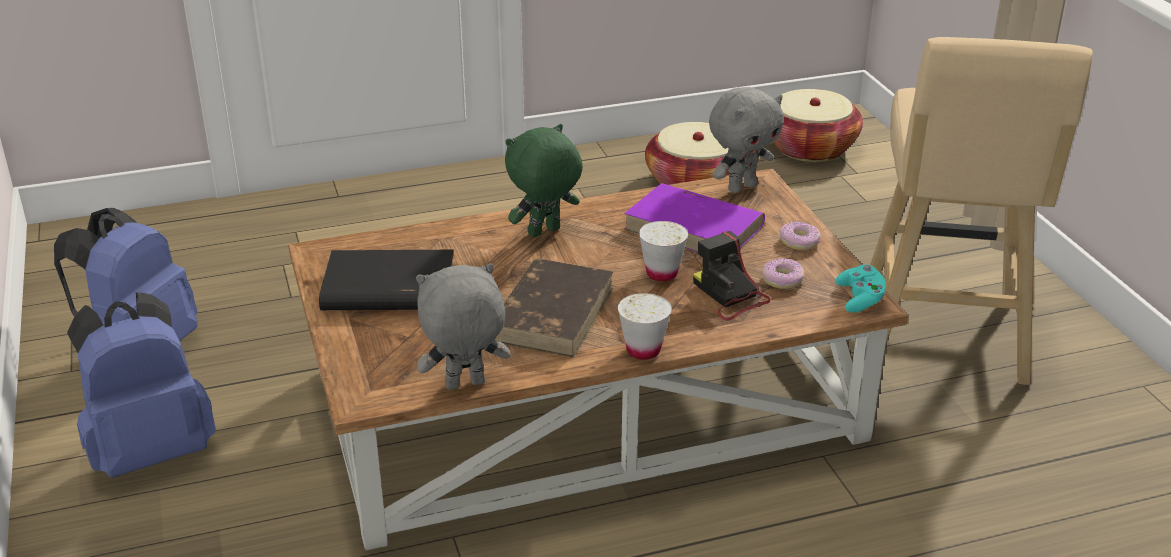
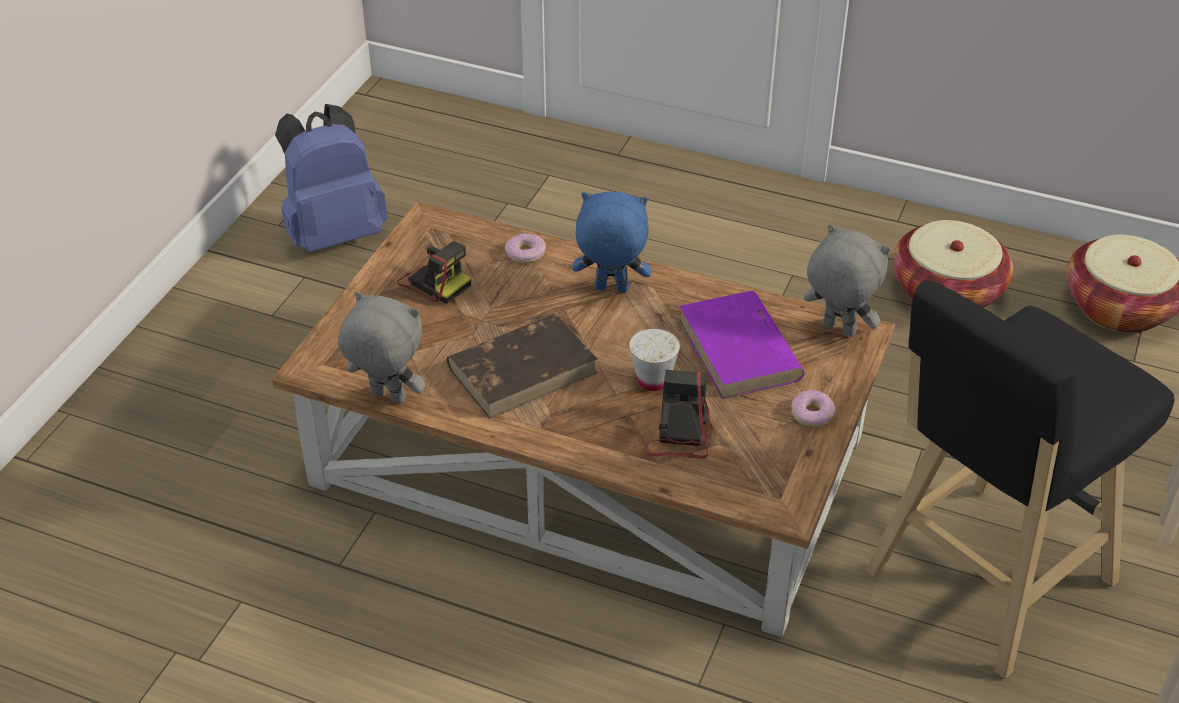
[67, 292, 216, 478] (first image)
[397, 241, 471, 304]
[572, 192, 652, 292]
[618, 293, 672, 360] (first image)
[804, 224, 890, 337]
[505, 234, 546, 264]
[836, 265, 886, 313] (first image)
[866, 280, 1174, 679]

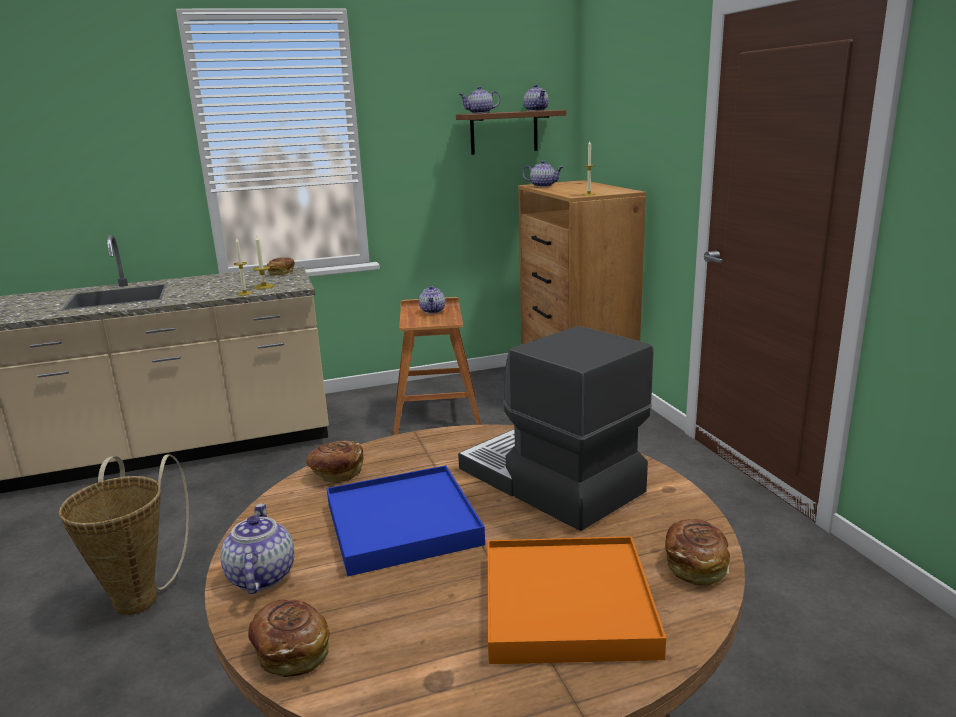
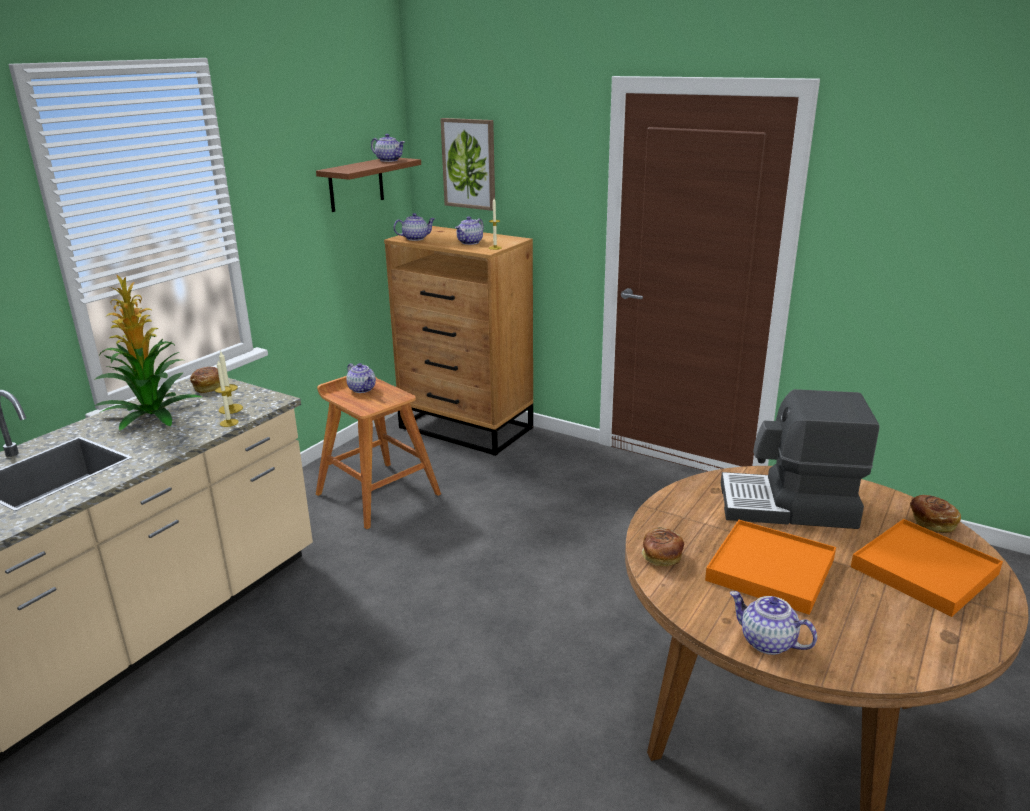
[59, 454, 189, 615] (first image)
[248, 599, 330, 677] (first image)
[705, 520, 836, 615]
[455, 216, 484, 245]
[94, 275, 202, 430]
[440, 118, 495, 211]

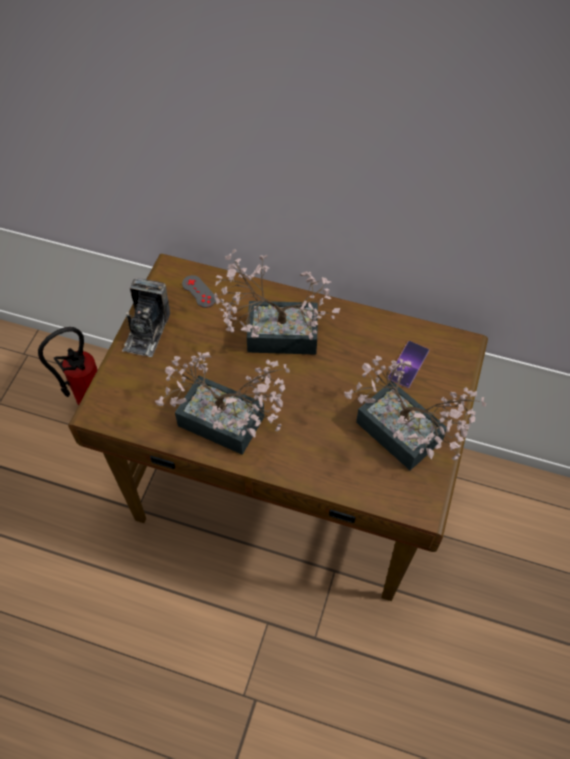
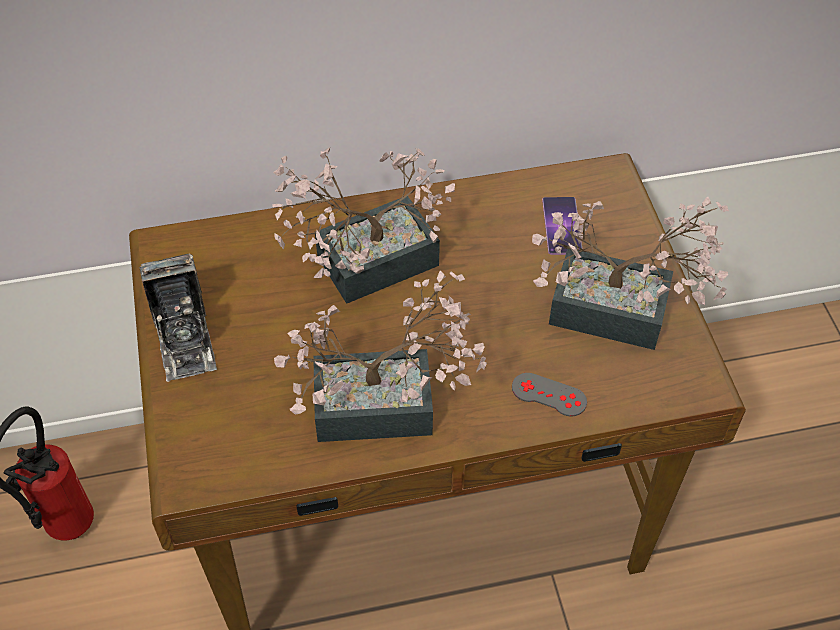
[512, 373, 587, 416]

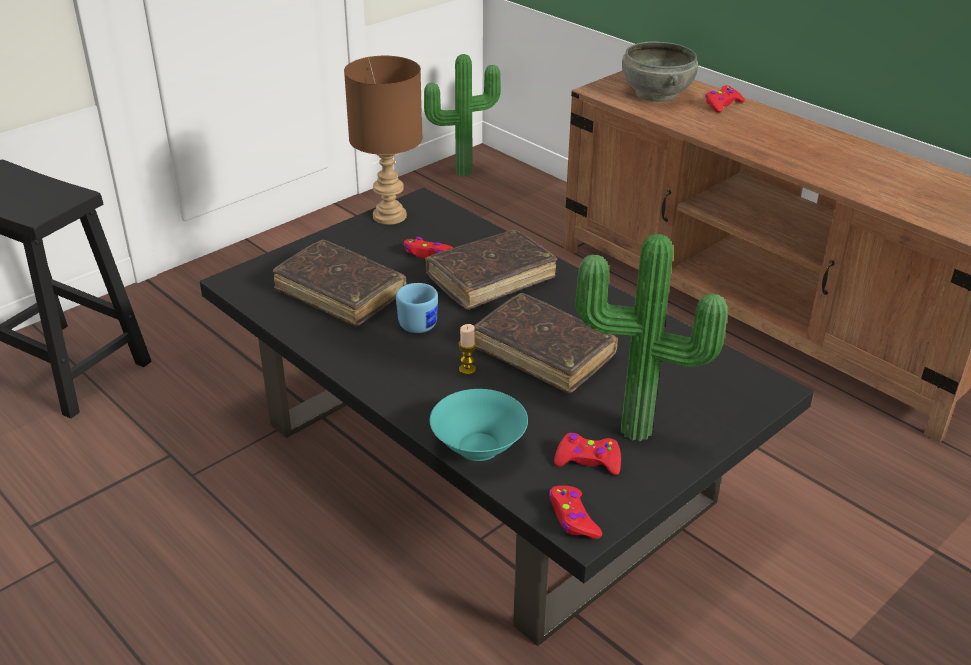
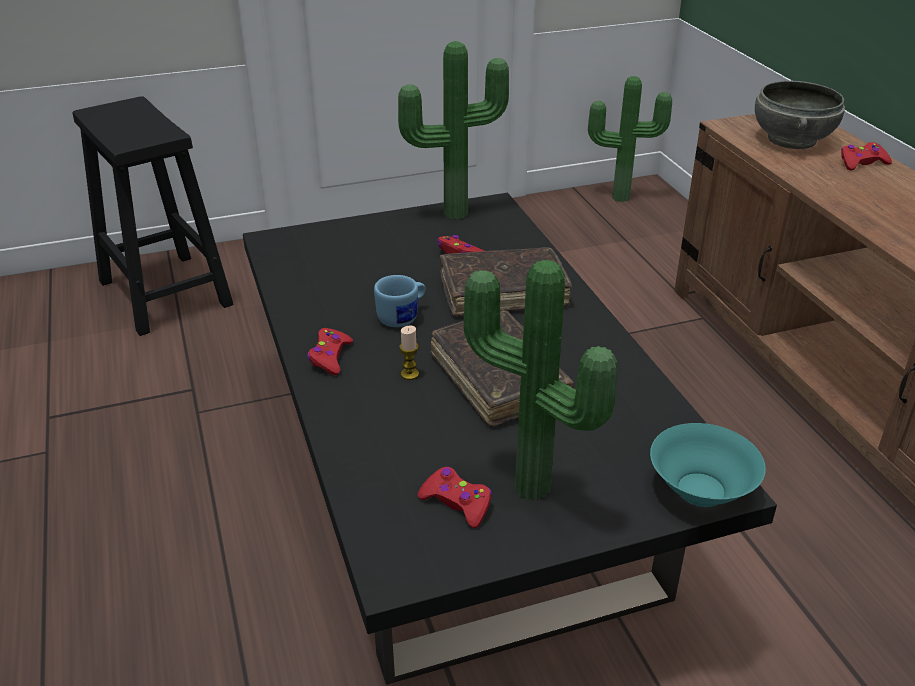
[273, 240, 406, 326] (first image)
[398, 41, 509, 220]
[650, 423, 766, 507]
[307, 328, 353, 375]

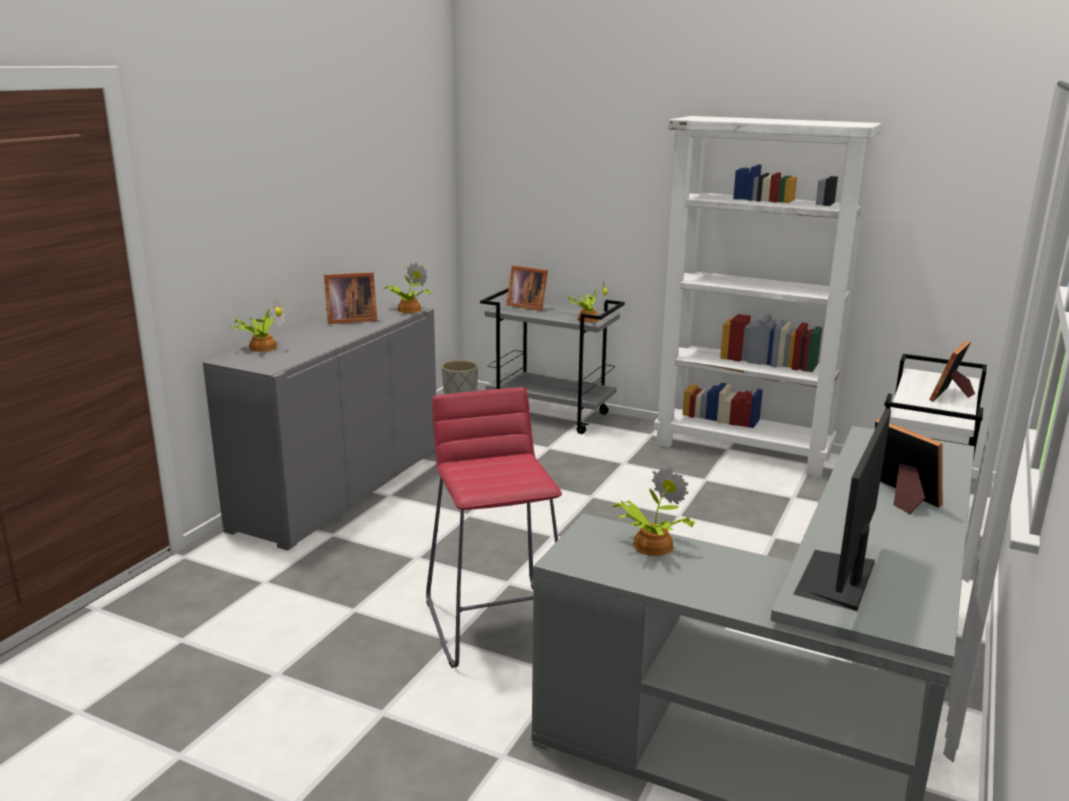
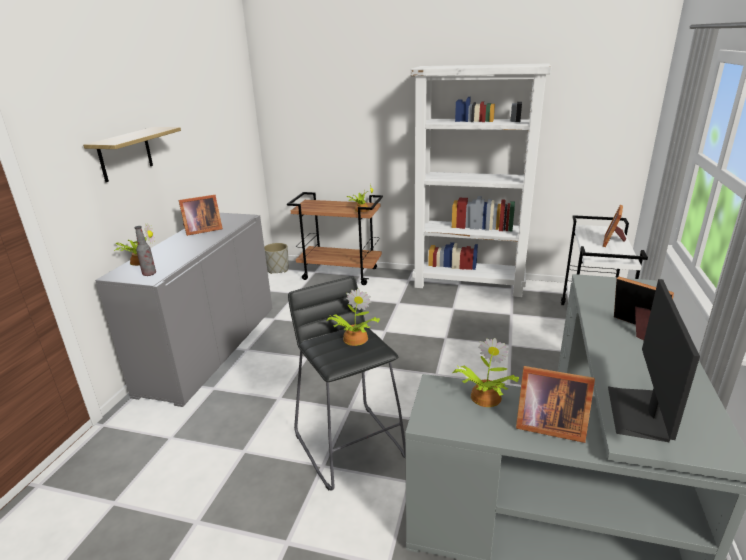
[326, 289, 380, 346]
[288, 276, 406, 490]
[287, 192, 383, 285]
[516, 366, 595, 443]
[83, 127, 181, 182]
[134, 226, 156, 276]

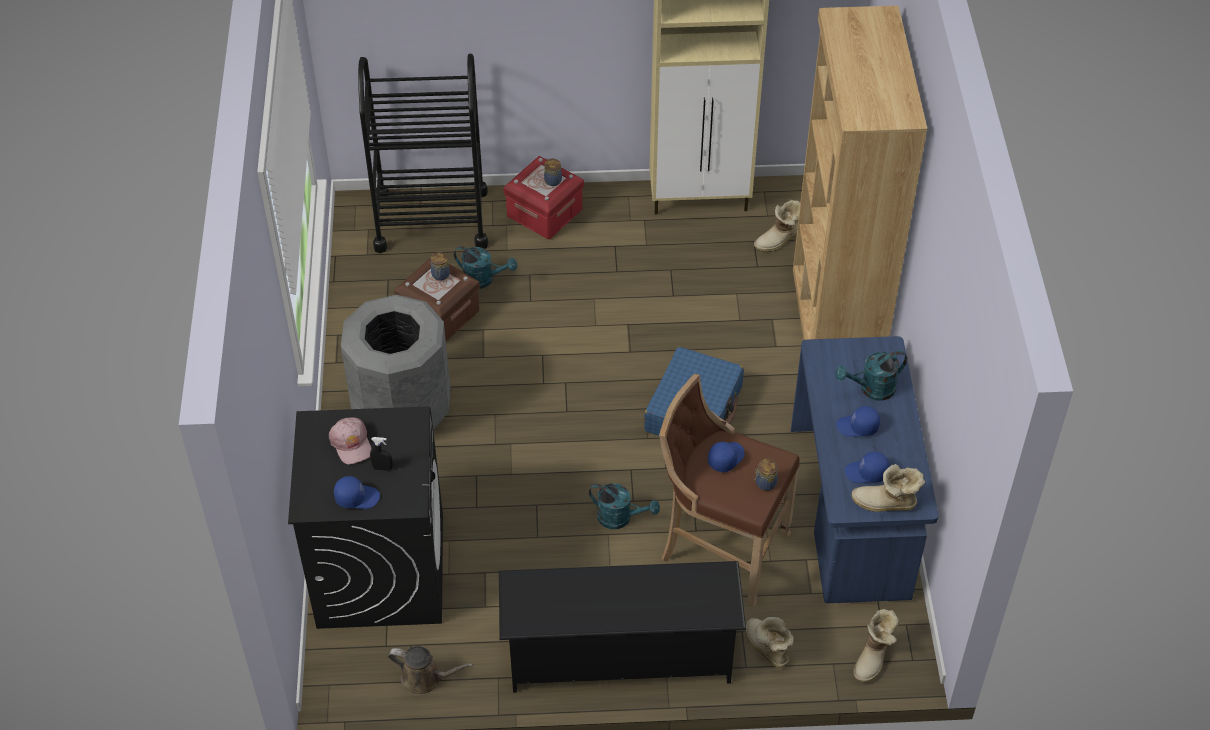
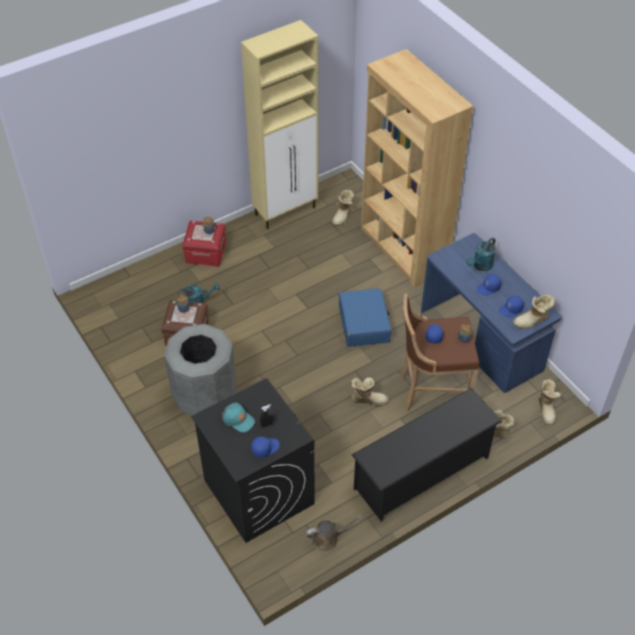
[222, 403, 255, 432]
[358, 54, 488, 253] (first image)
[351, 377, 389, 406]

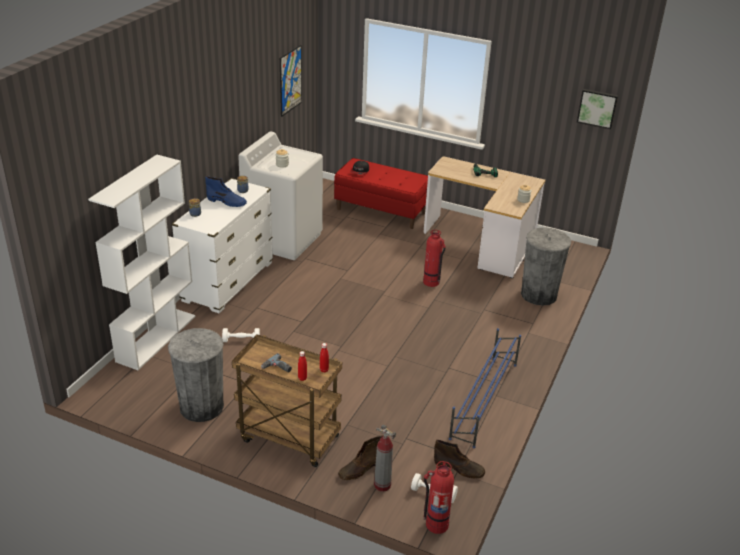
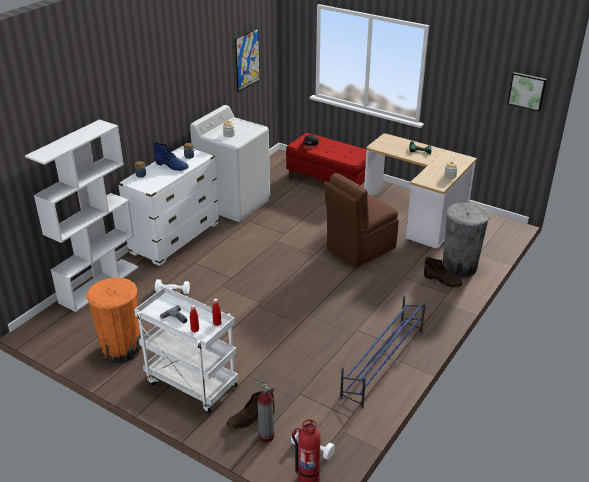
[86, 277, 142, 363]
[134, 286, 238, 414]
[324, 173, 399, 268]
[424, 257, 462, 287]

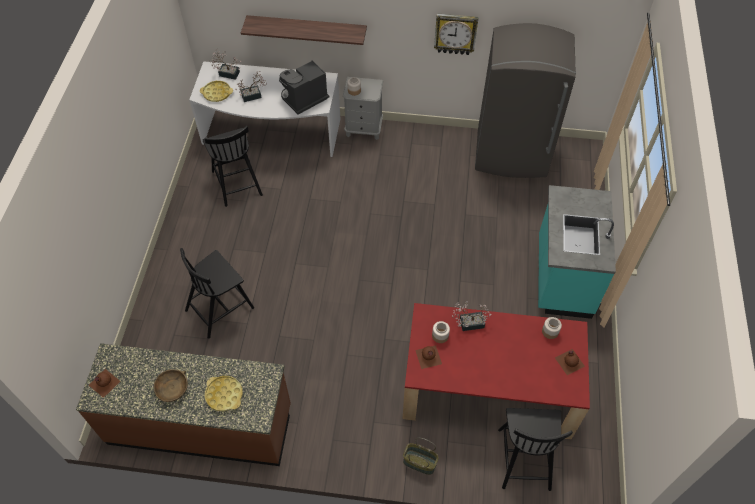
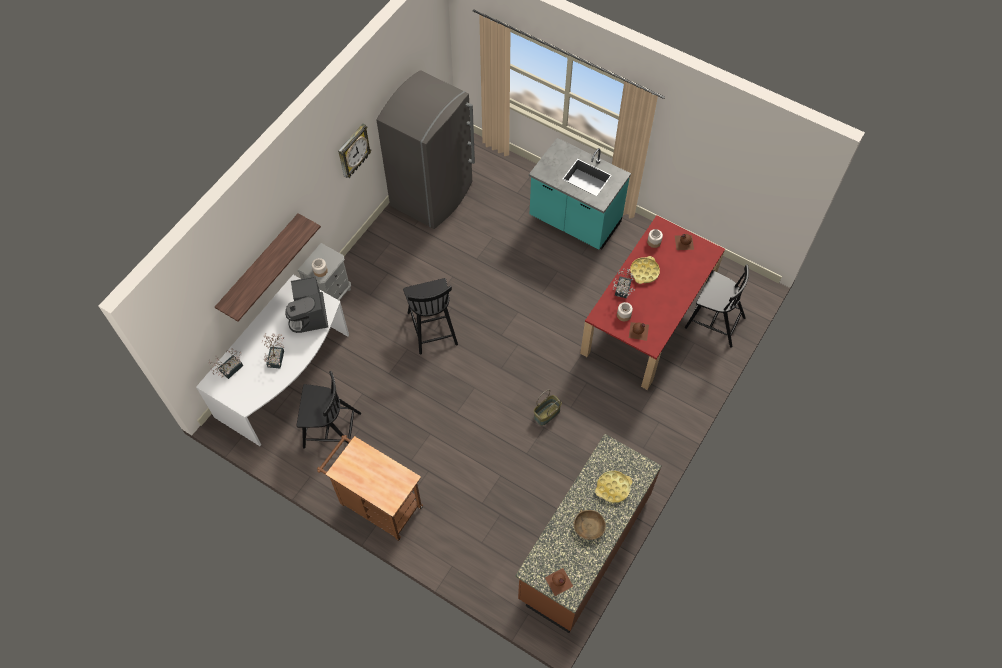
[403, 278, 458, 355]
[630, 256, 660, 284]
[534, 389, 562, 426]
[317, 435, 423, 541]

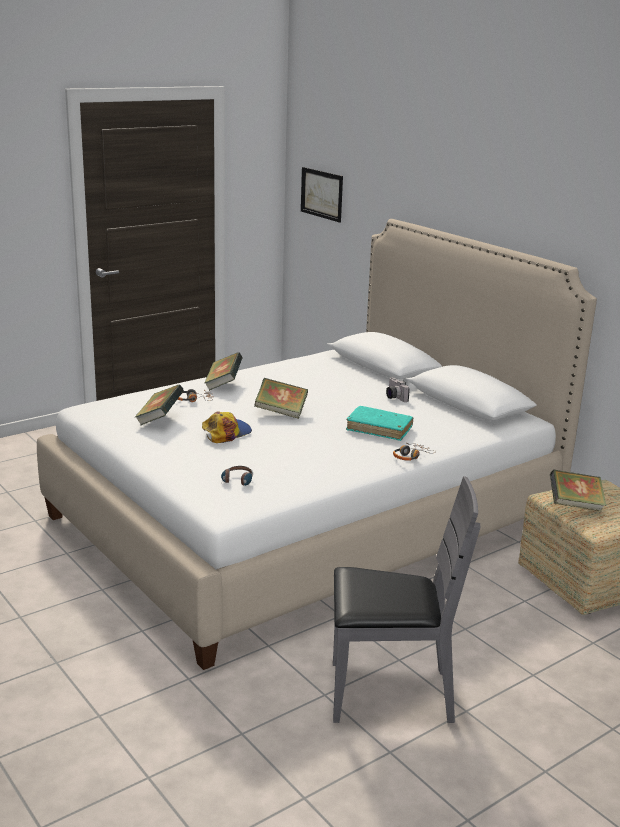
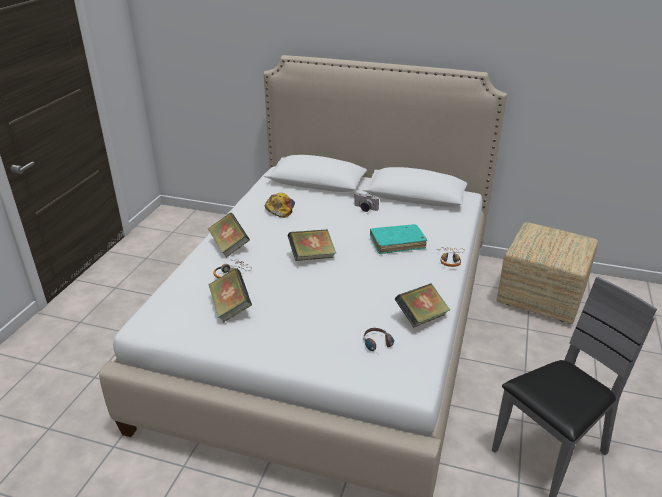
[265, 193, 295, 218]
[301, 167, 343, 223] (first image)
[395, 283, 450, 328]

